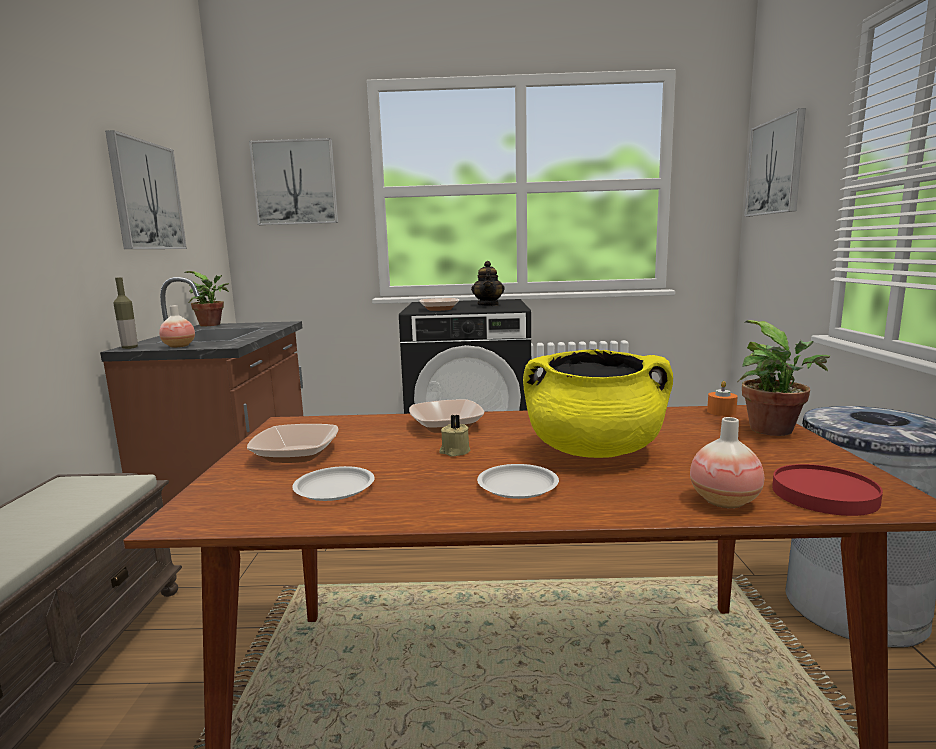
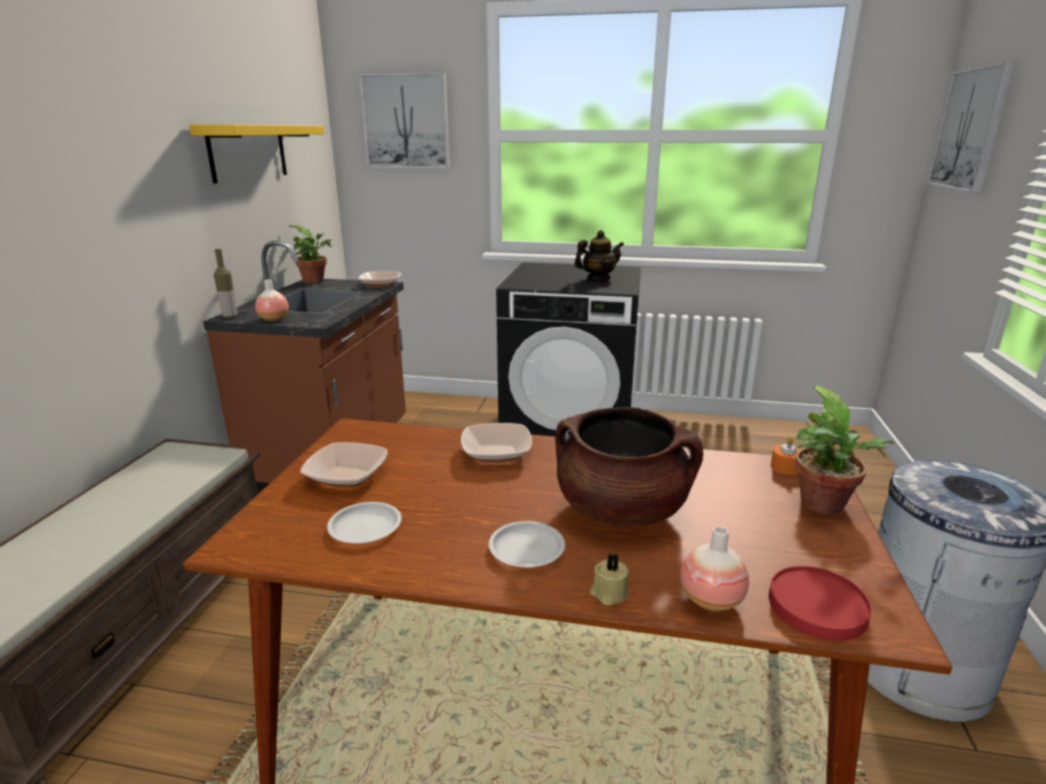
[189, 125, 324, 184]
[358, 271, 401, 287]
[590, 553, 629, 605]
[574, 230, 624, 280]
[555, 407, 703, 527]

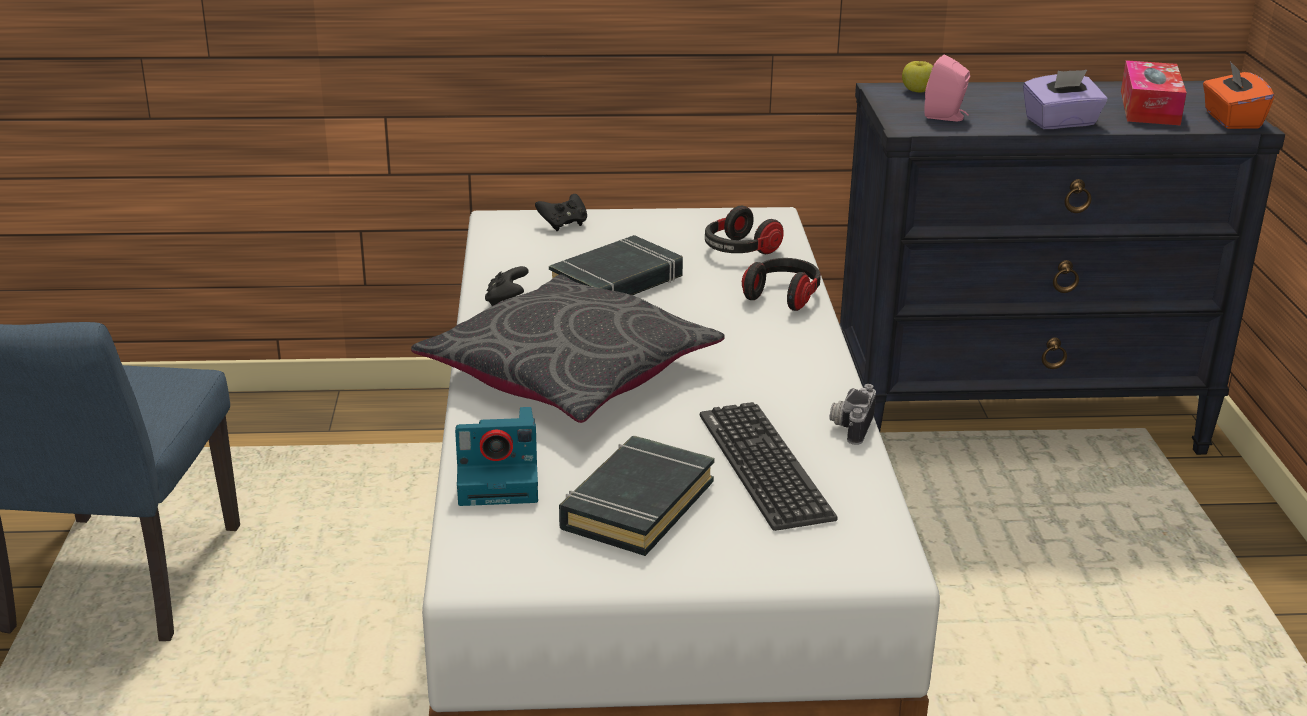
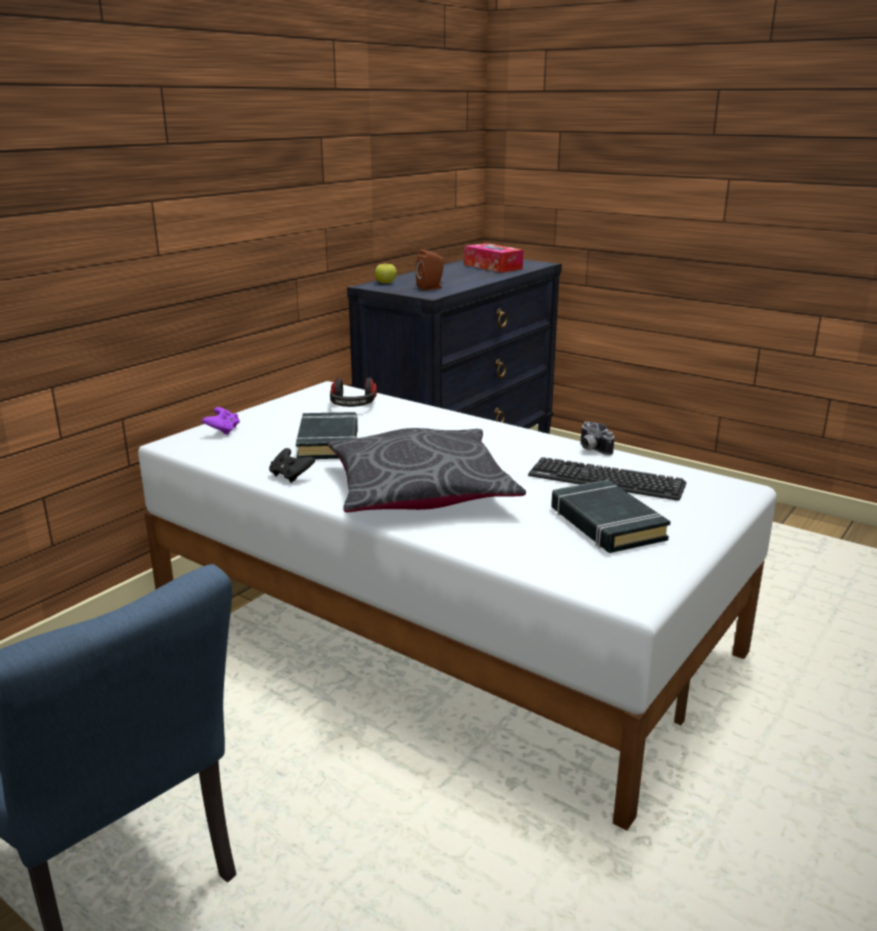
[455, 407, 538, 506] (first image)
[202, 407, 240, 435]
[742, 258, 821, 311] (first image)
[416, 249, 444, 290]
[1023, 70, 1107, 129] (first image)
[1203, 61, 1274, 129] (first image)

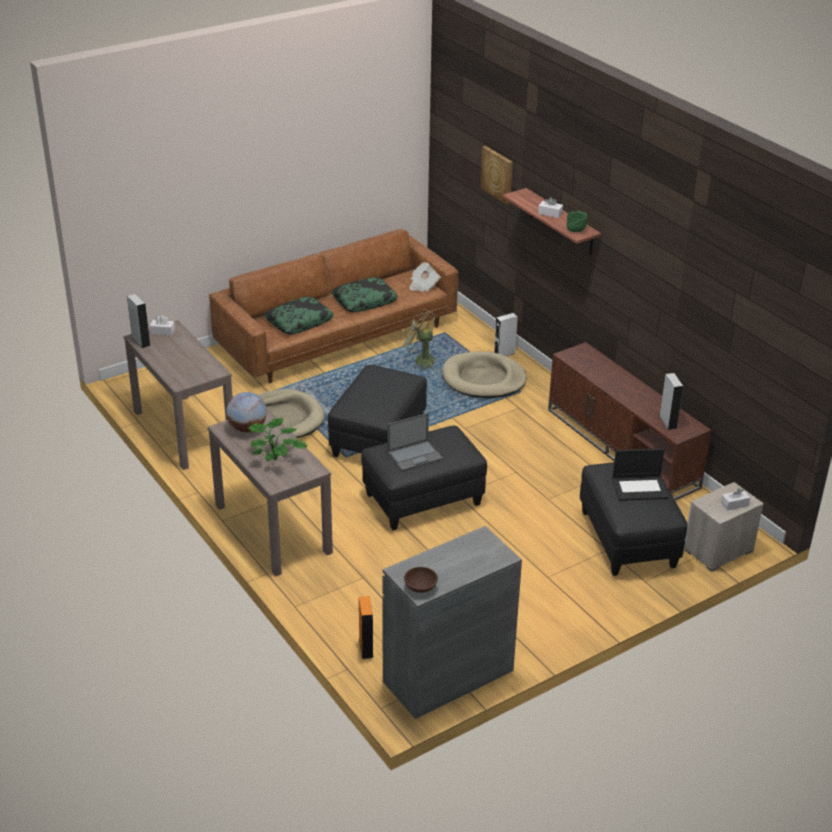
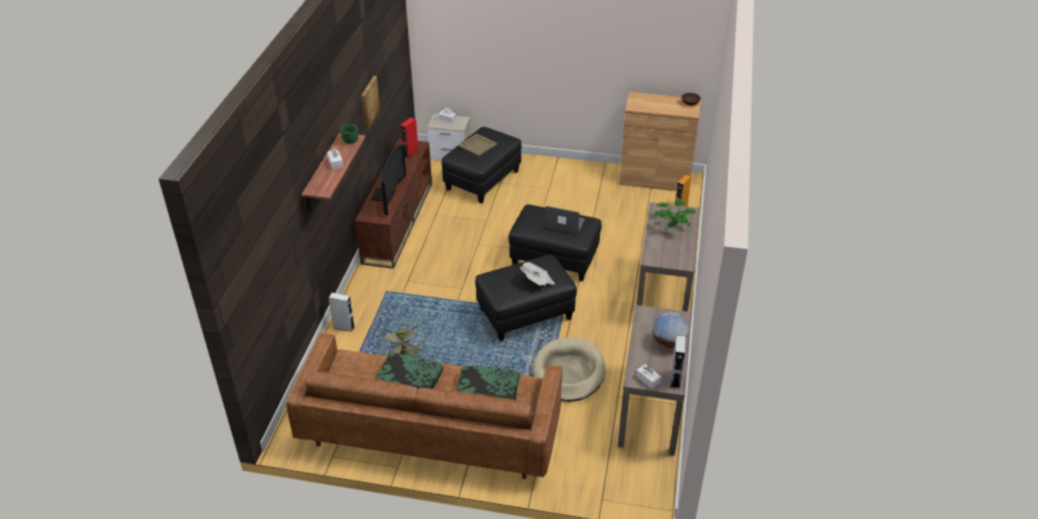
[652, 312, 689, 348]
[619, 92, 701, 191]
[520, 262, 555, 286]
[442, 351, 527, 398] (first image)
[361, 76, 380, 131]
[458, 134, 497, 156]
[400, 117, 418, 158]
[371, 144, 406, 215]

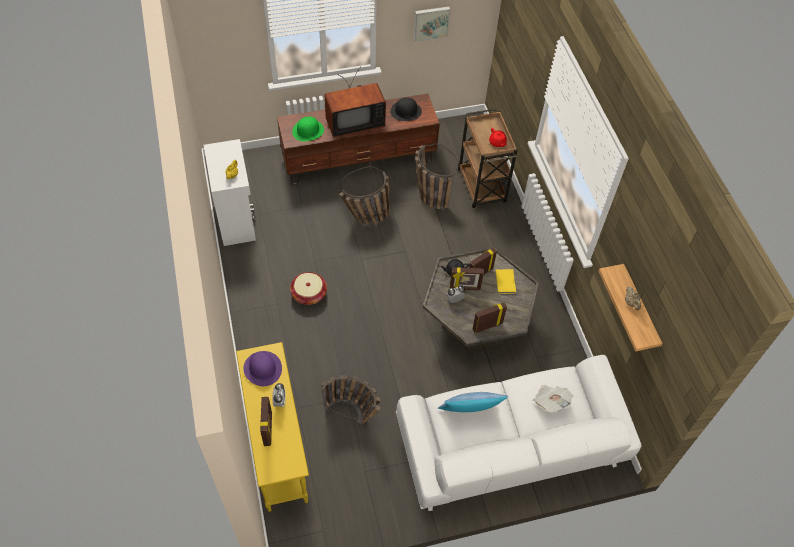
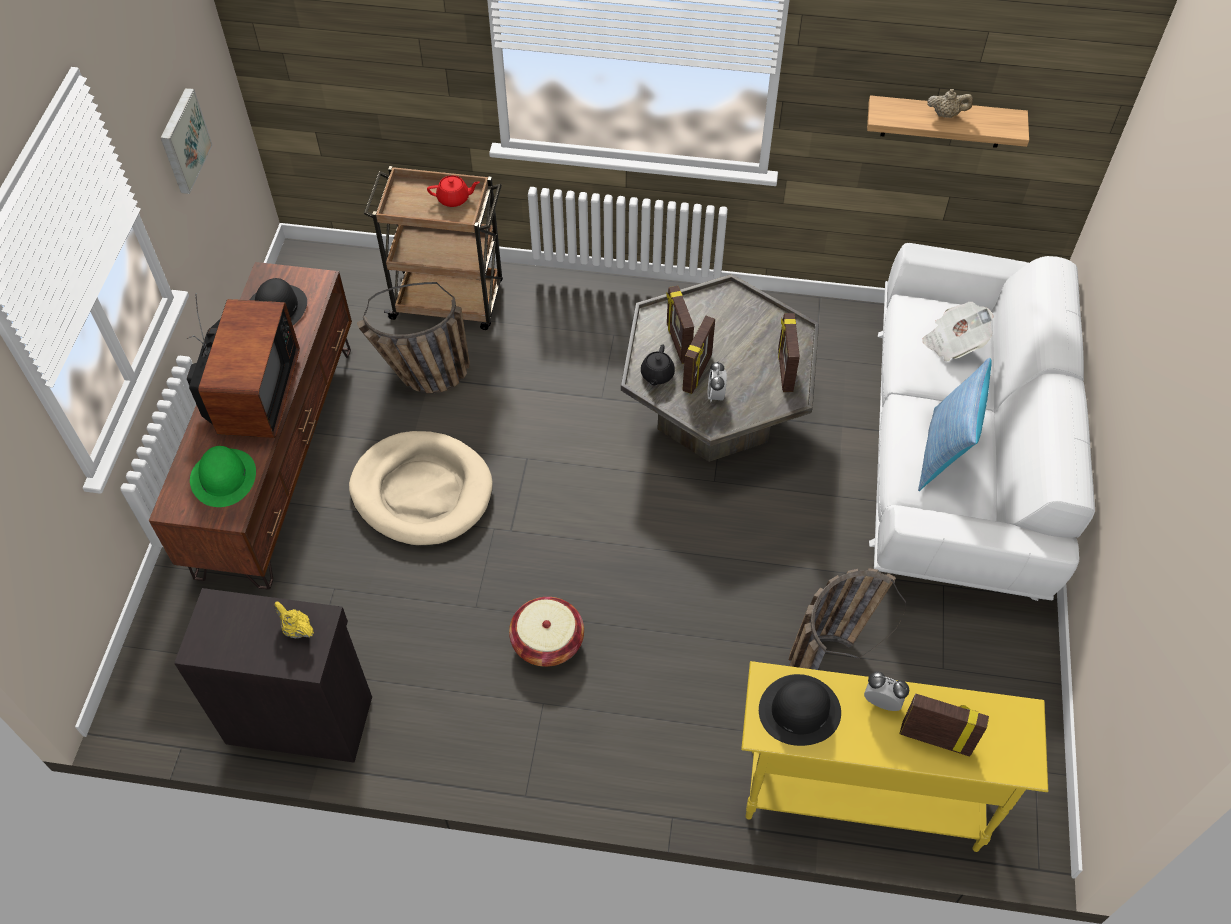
[174, 588, 372, 763]
[759, 674, 841, 746]
[349, 431, 493, 546]
[495, 269, 516, 294] (first image)

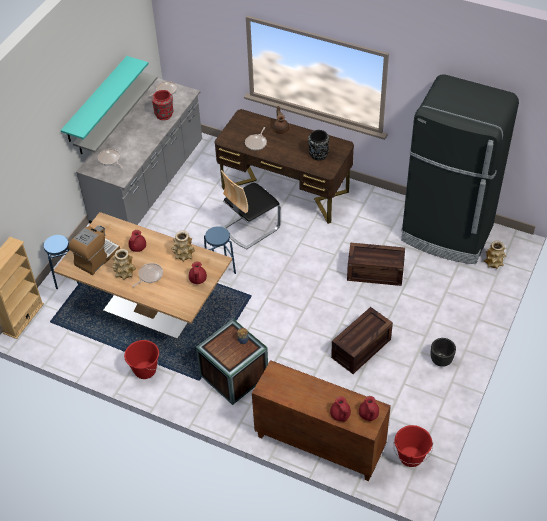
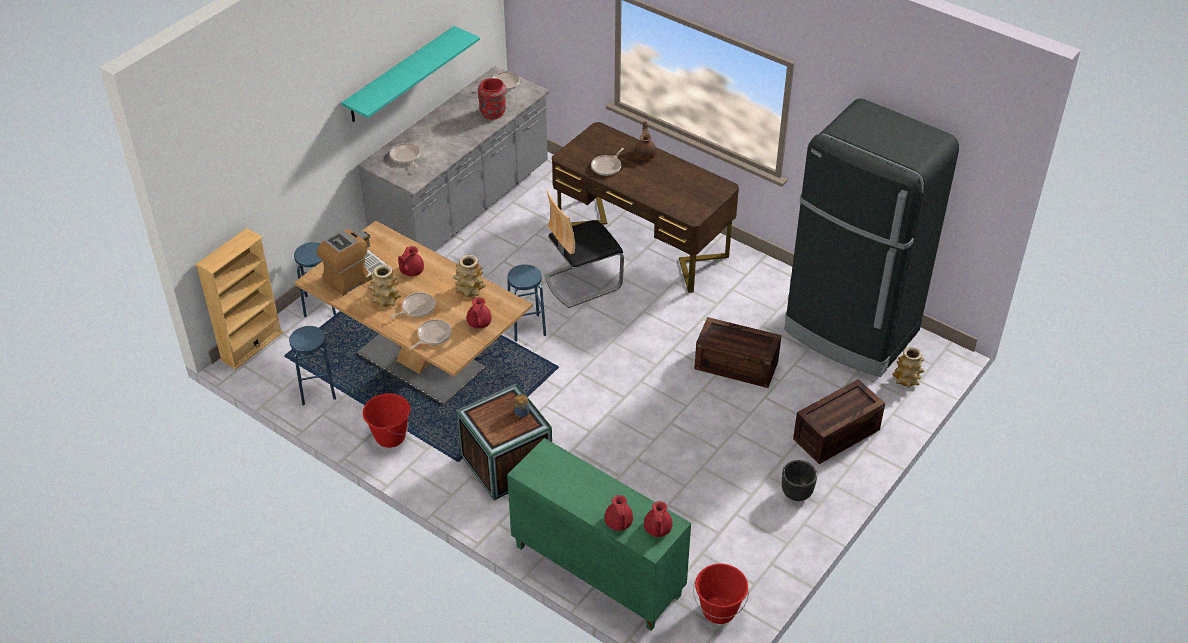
[73, 72, 158, 155] (first image)
[507, 438, 691, 631]
[308, 130, 329, 161] (first image)
[793, 379, 885, 464]
[289, 326, 336, 405]
[409, 319, 452, 350]

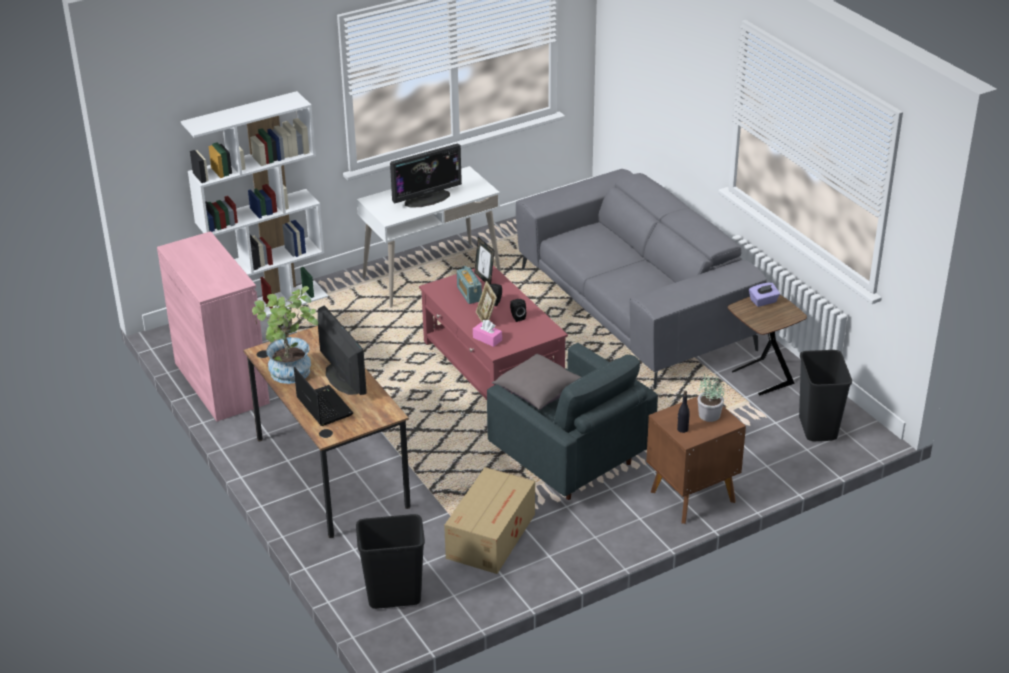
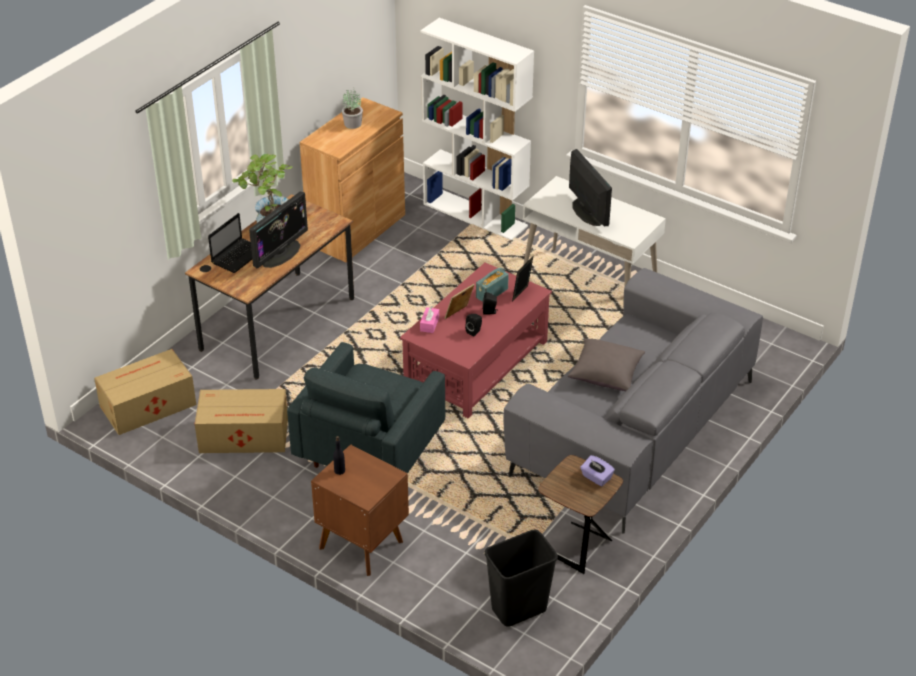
[300, 97, 405, 262]
[94, 349, 196, 435]
[569, 149, 612, 226]
[568, 338, 645, 391]
[342, 87, 363, 129]

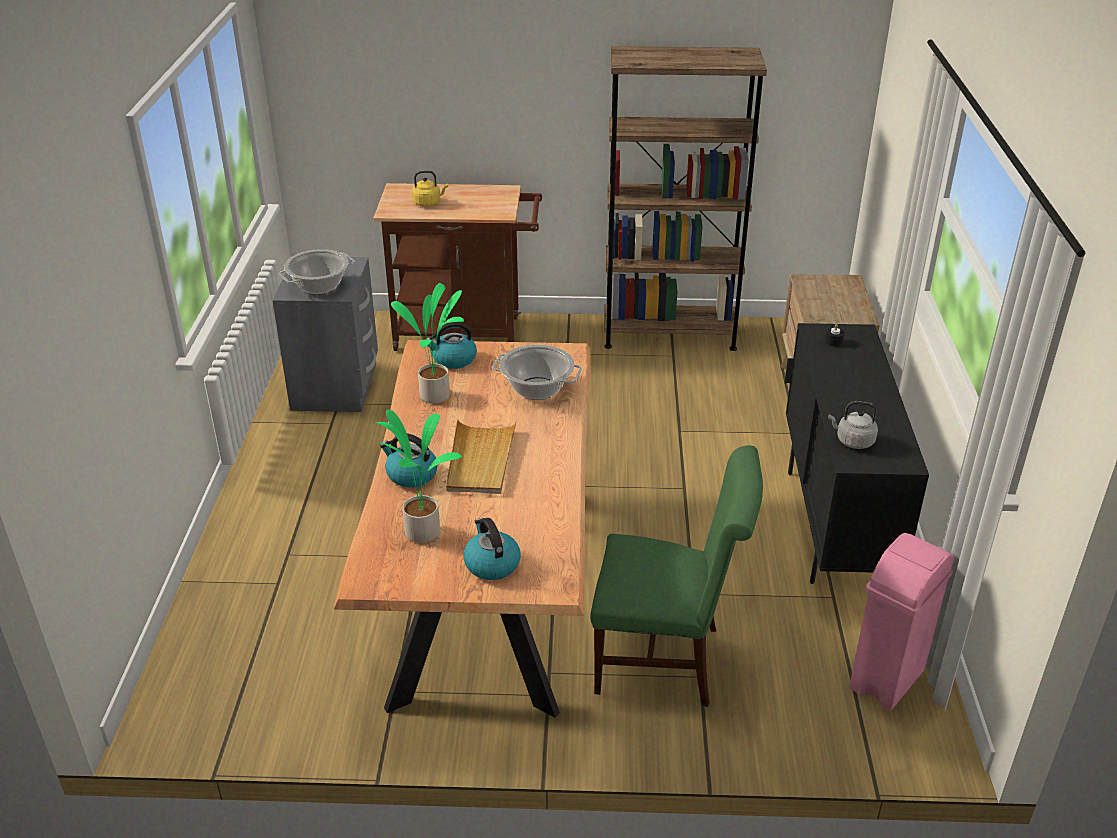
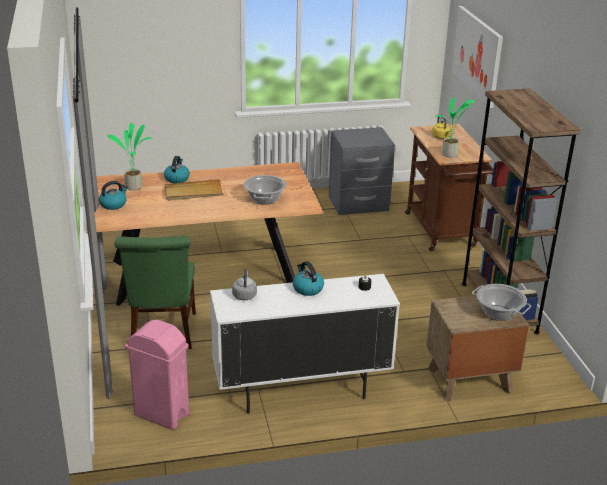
[472, 284, 531, 321]
[435, 98, 474, 157]
[292, 261, 324, 296]
[210, 274, 400, 414]
[451, 6, 503, 108]

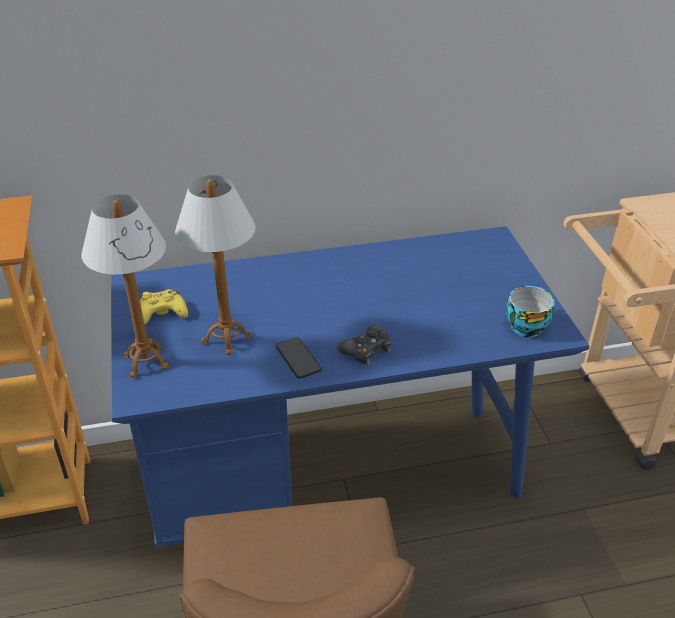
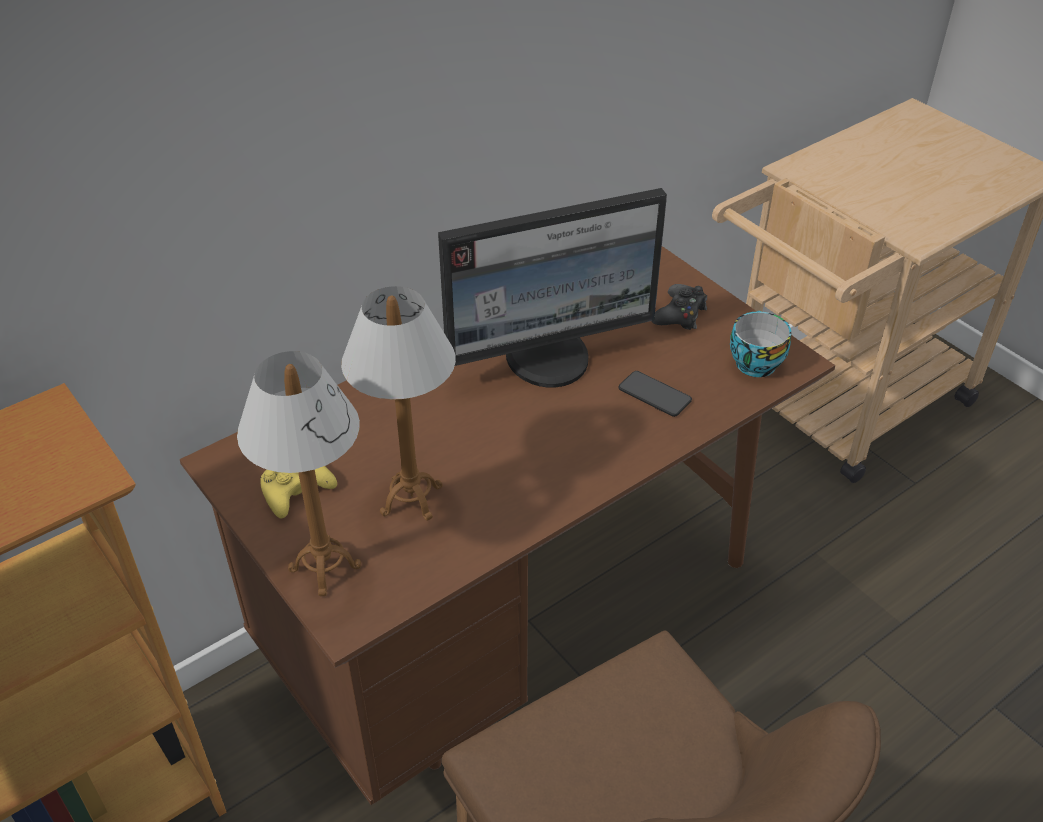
[180, 246, 835, 805]
[618, 371, 692, 417]
[652, 284, 707, 330]
[438, 188, 667, 387]

